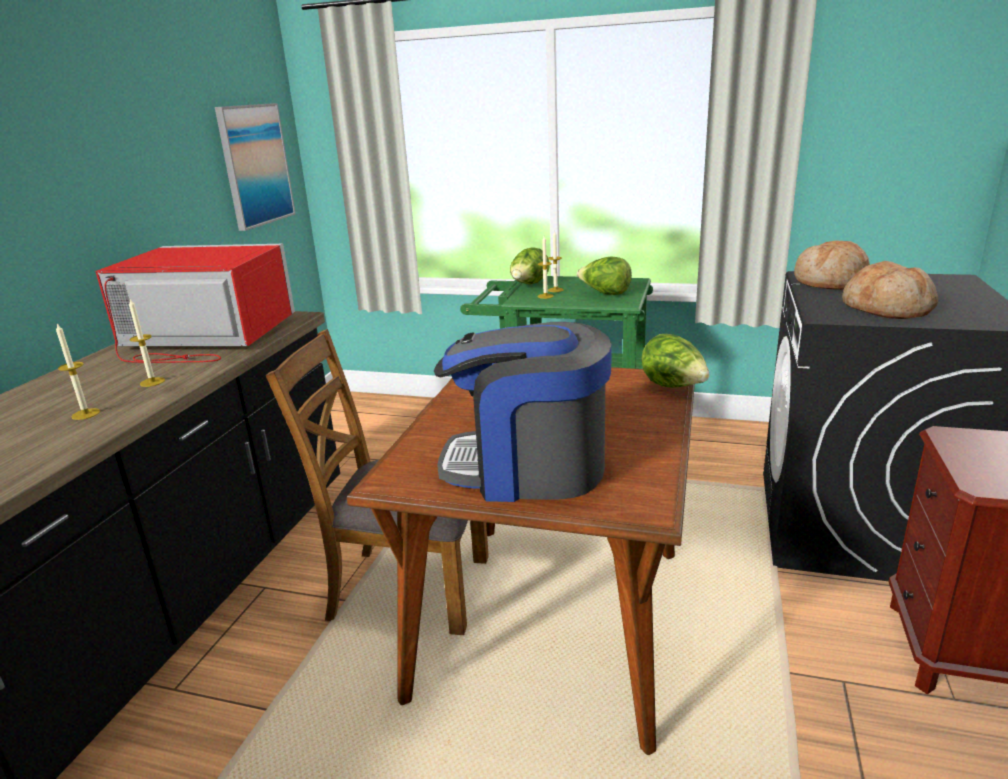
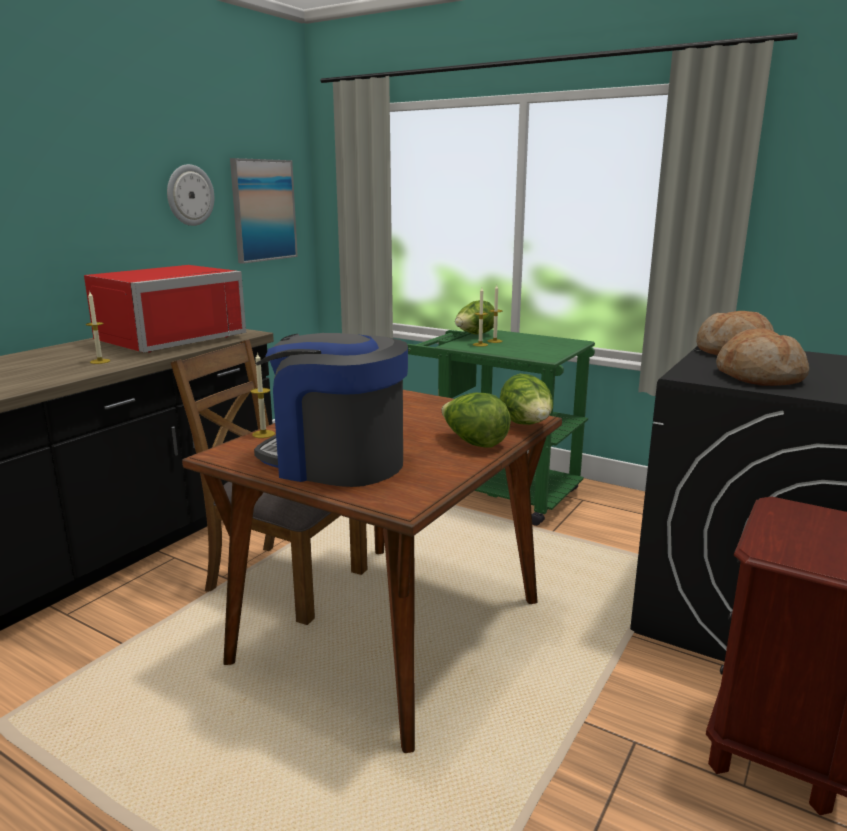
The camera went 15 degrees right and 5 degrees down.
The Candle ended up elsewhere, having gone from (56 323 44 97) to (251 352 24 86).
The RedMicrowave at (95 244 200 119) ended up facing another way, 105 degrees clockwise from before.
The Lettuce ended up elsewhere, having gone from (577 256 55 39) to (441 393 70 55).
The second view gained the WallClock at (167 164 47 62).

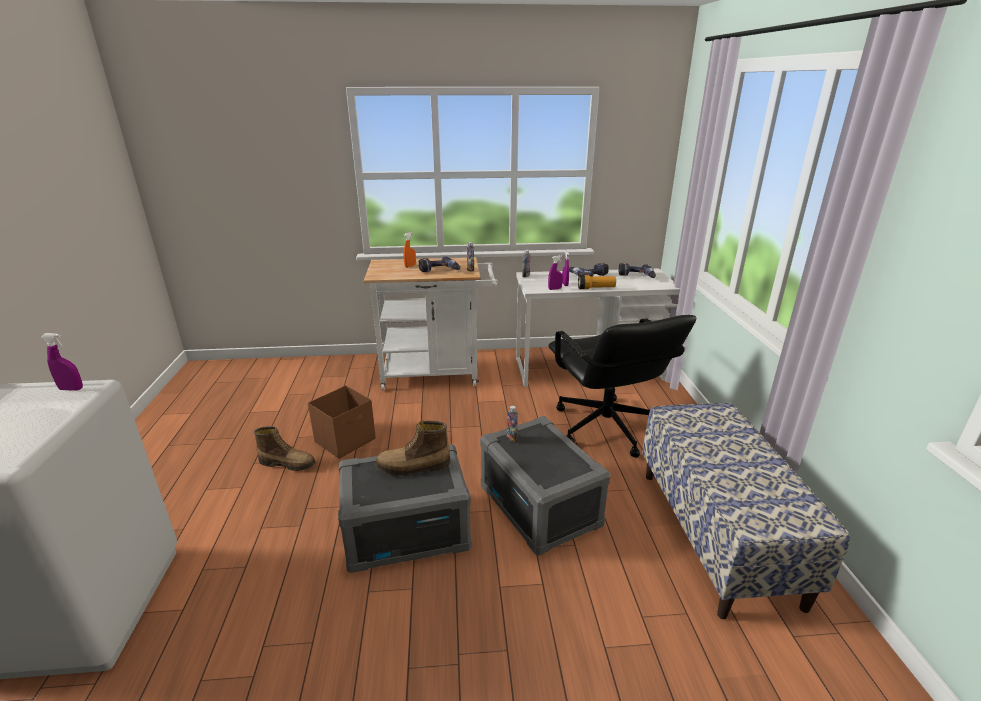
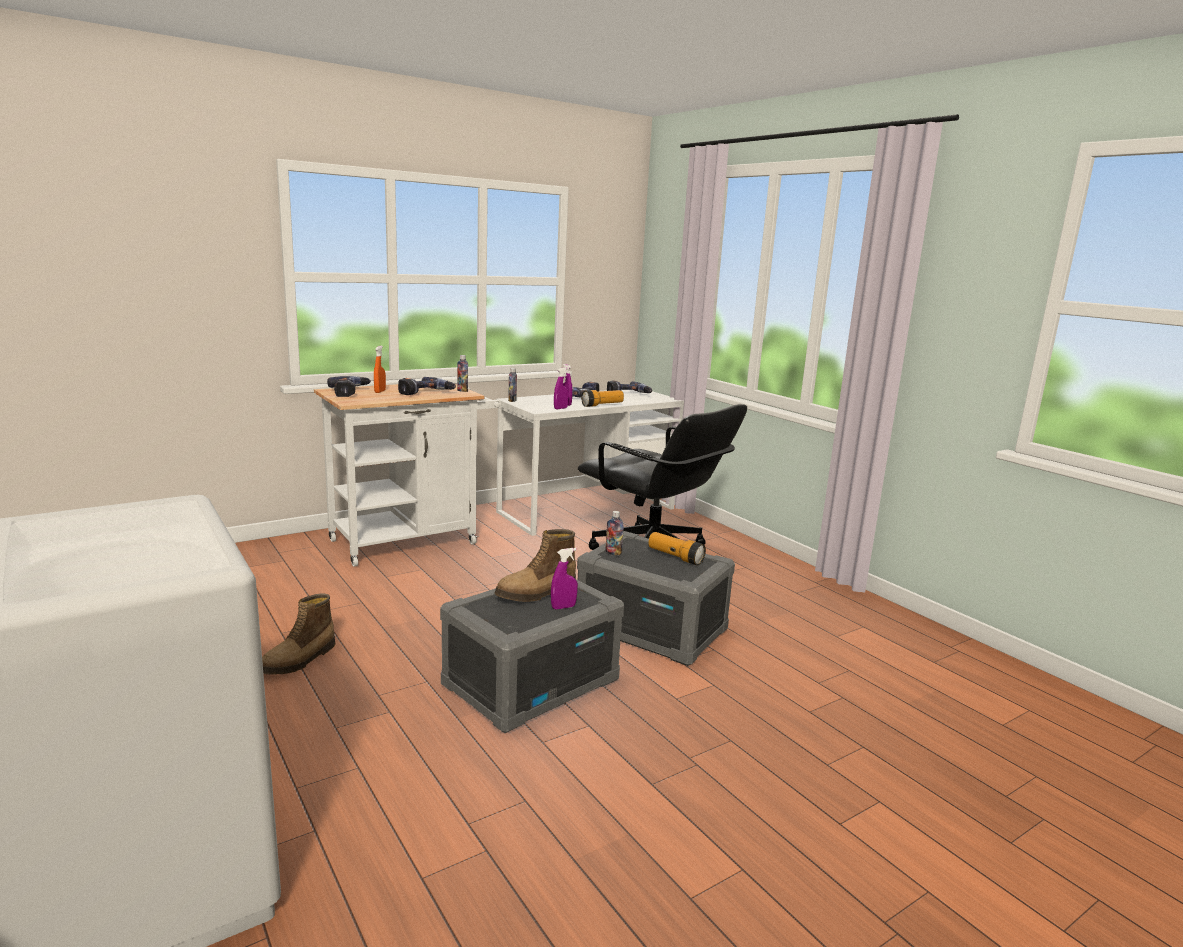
The camera went 30 degrees left and 10 degrees down.
The PurpleSprayBottle ended up elsewhere, having gone from (41 333 42 58) to (551 548 27 61).
The Boot at (253 426 63 45) ended up facing another way, 135 degrees clockwise from before.
The second view lost the BrownStorageBox at (308 386 68 73).
The second view lost the Bench at (642 403 208 216).
The second view gained the PowerDrill at (327 376 44 21).
The second view gained the Flashlight at (648 532 58 33).

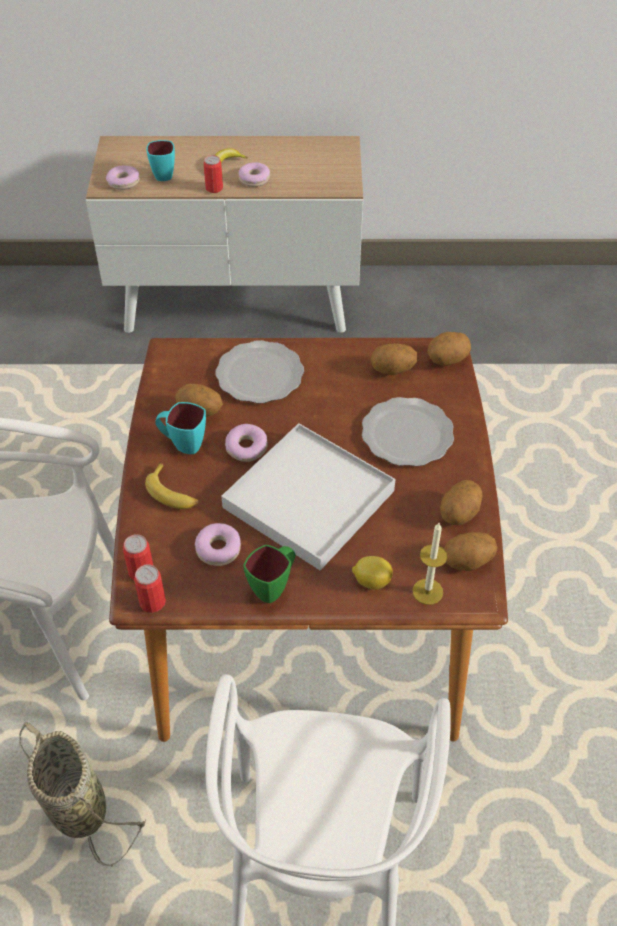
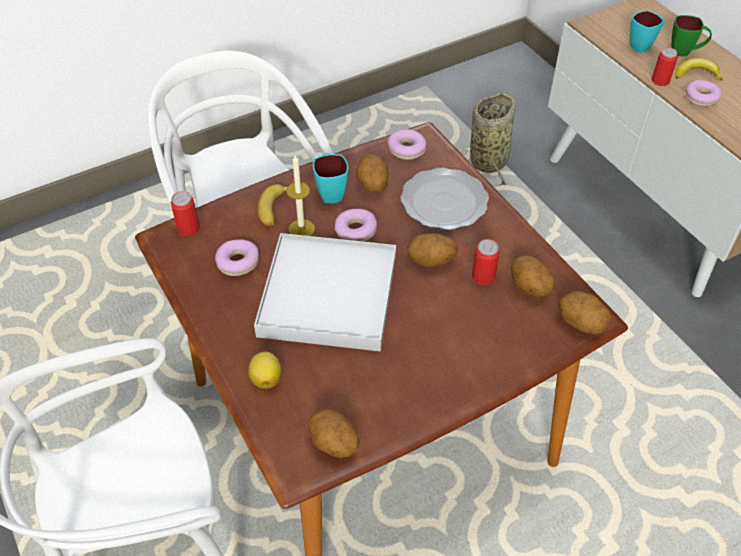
The camera went 60 degrees right and 0 degrees up.
The Basket ended up elsewhere, having gone from (19 722 127 144) to (470 93 46 94).
The Donut ended up elsewhere, having gone from (106 166 33 24) to (388 129 39 31).
The Can ended up elsewhere, having gone from (134 564 32 49) to (472 239 28 46).
The GreenMug ended up elsewhere, having gone from (243 545 52 58) to (671 15 41 41).
The second view lost the Plate at (362 397 92 69).
The Candle ended up elsewhere, having gone from (412 523 35 82) to (286 155 29 81).
The Potato ended up elsewhere, having gone from (440 480 43 45) to (408 233 50 34).

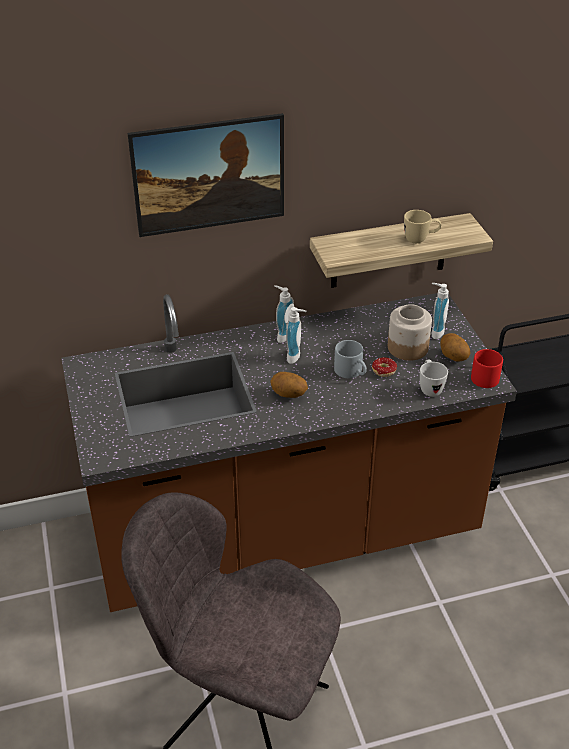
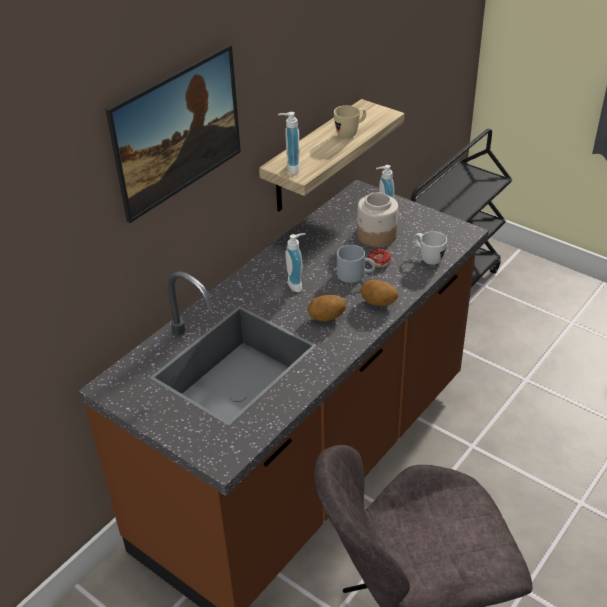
The camera went 35 degrees left and 0 degrees up.
The SoapDispenser ended up elsewhere, having gone from (274 285 20 58) to (278 112 22 62).
The Potato ended up elsewhere, having gone from (440 333 31 28) to (361 280 37 26).
The second view lost the RedMug at (471 349 32 39).

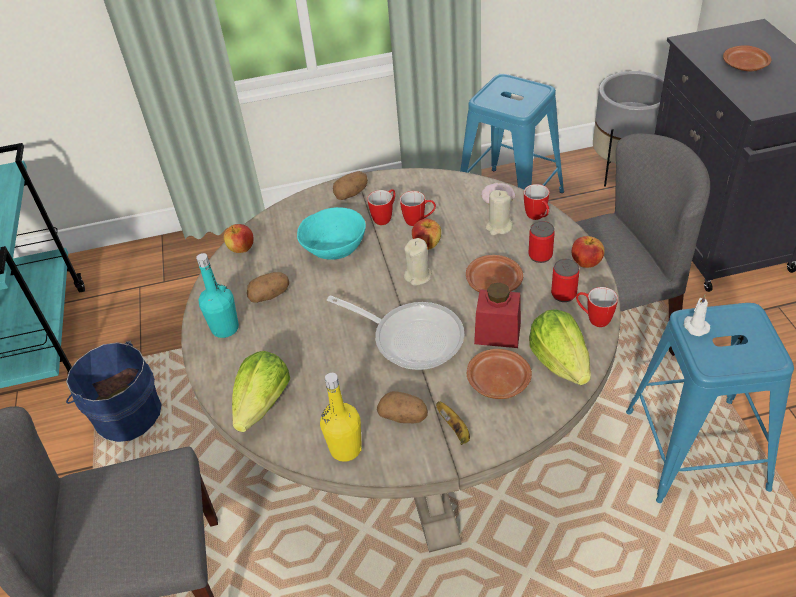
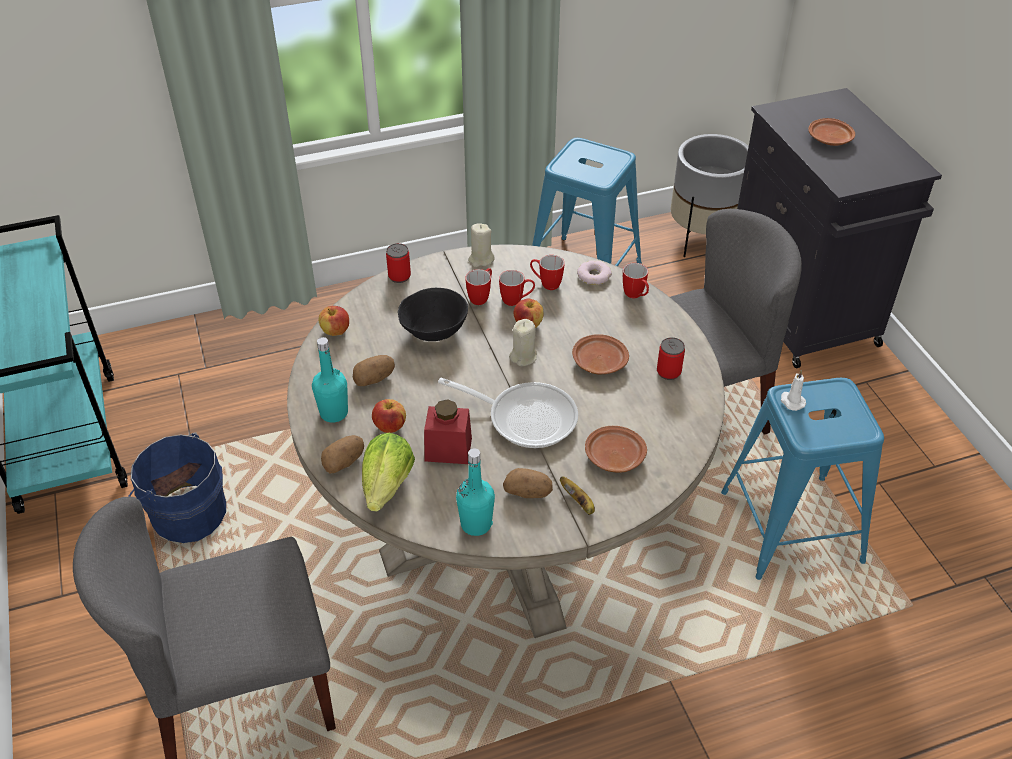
The camera went 10 degrees left and 0 degrees up.
What was the TurquoiseBowl at (297 207 69 53) turned into the BlackBowl at (398 288 70 53).
What was the YellowBottle at (320 373 42 89) turned into the TurquoiseBottle at (456 448 39 88).
The Potato ended up elsewhere, having gone from (333 171 35 29) to (321 435 43 38).
The RedJar ended up elsewhere, having gone from (474 282 47 66) to (424 399 48 65).
The BeigeCandle ended up elsewhere, having gone from (485 190 28 46) to (468 223 27 44).
The Can ended up elsewhere, having gone from (528 221 27 42) to (386 243 25 40).
The second view lost the Lettuce at (529 309 62 76).
The Apple ended up elsewhere, having gone from (572 236 33 32) to (372 399 34 34).
The Mug ended up elsewhere, having gone from (576 287 42 40) to (530 255 35 35).

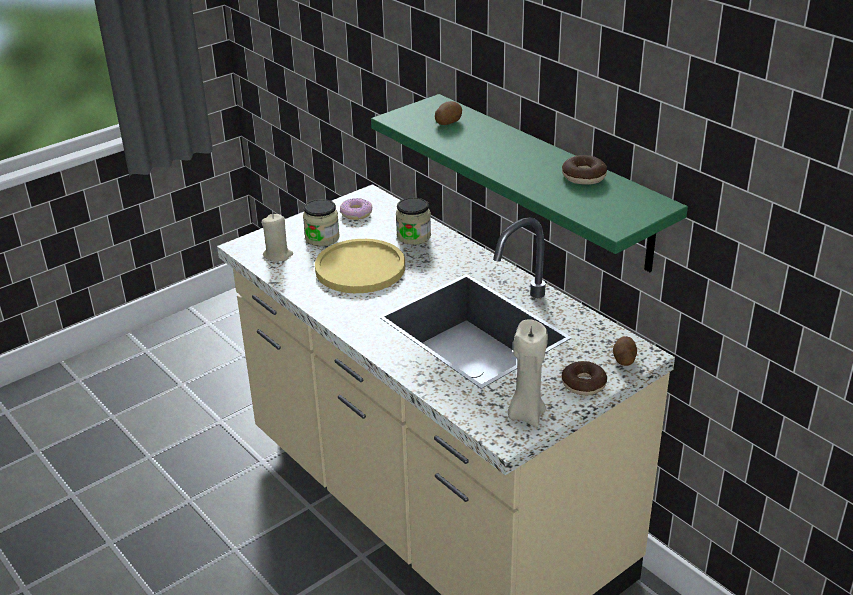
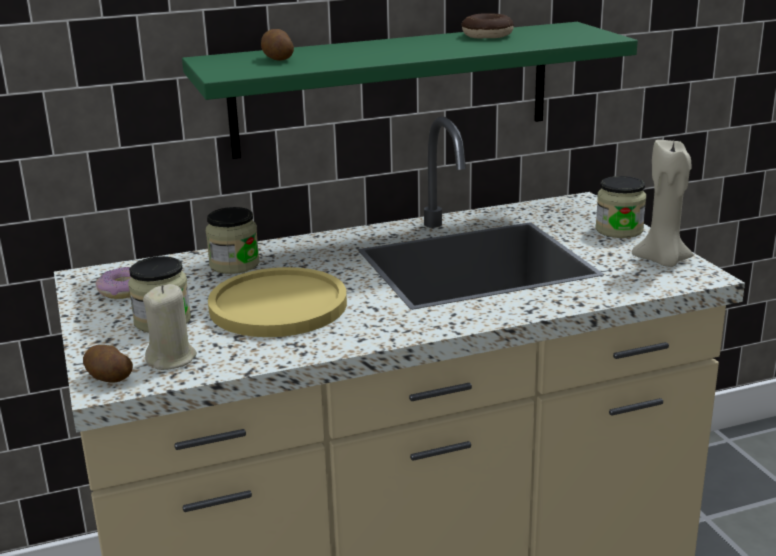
The camera went 70 degrees left and 10 degrees down.
Where the Donut stood at (562 361 45 35), the Jar came to stand at (595 176 51 62).
The Potato ended up elsewhere, having gone from (613 336 24 30) to (83 345 50 38).

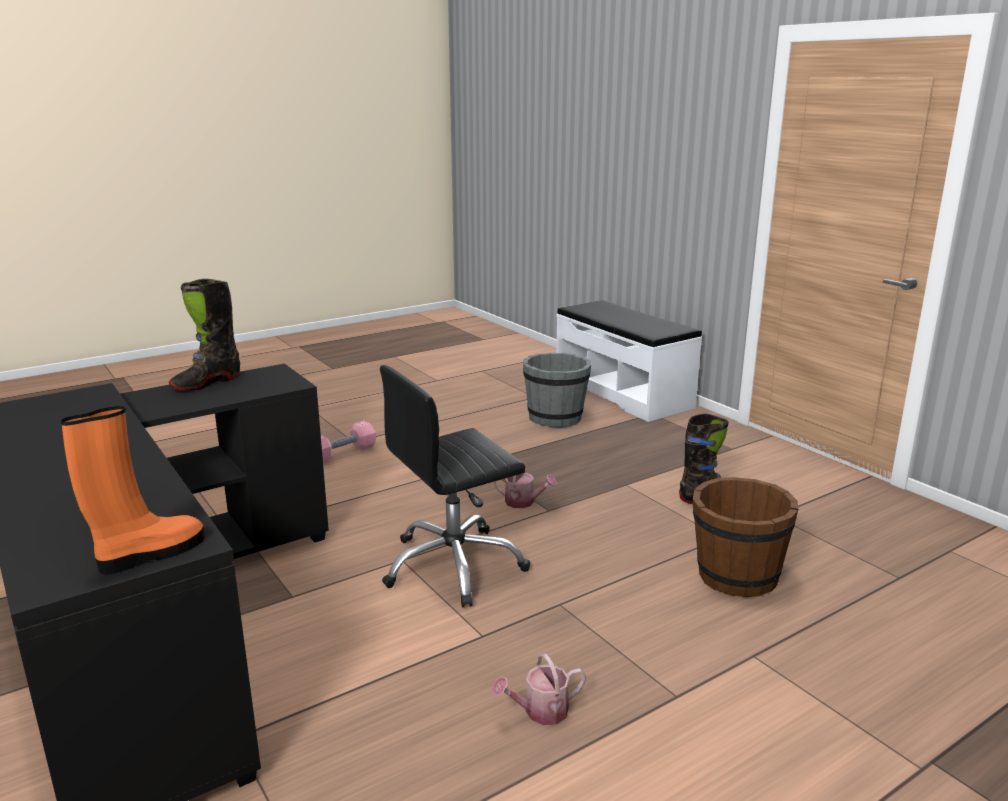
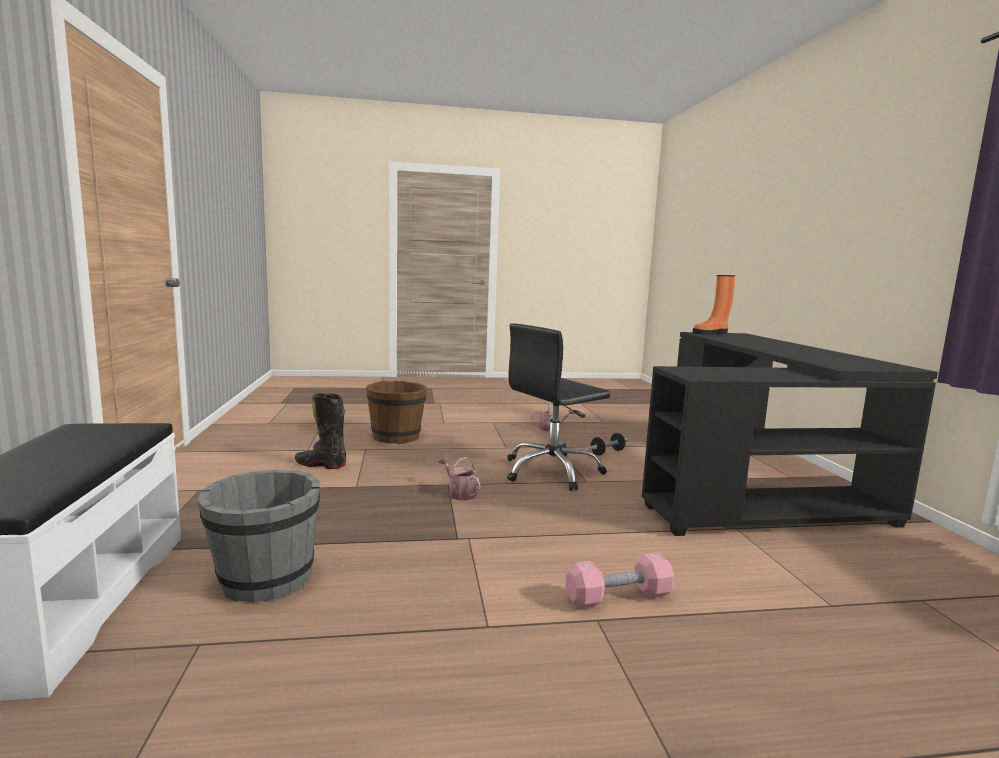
The camera went 155 degrees left and 10 degrees down.
The second view lost the BlackBoot at (169 279 71 112).
The BlackOfficeChair at (380 365 150 242) ended up facing another way, 150 degrees clockwise from before.
The second view gained the Dumbbell at (586 433 43 23).

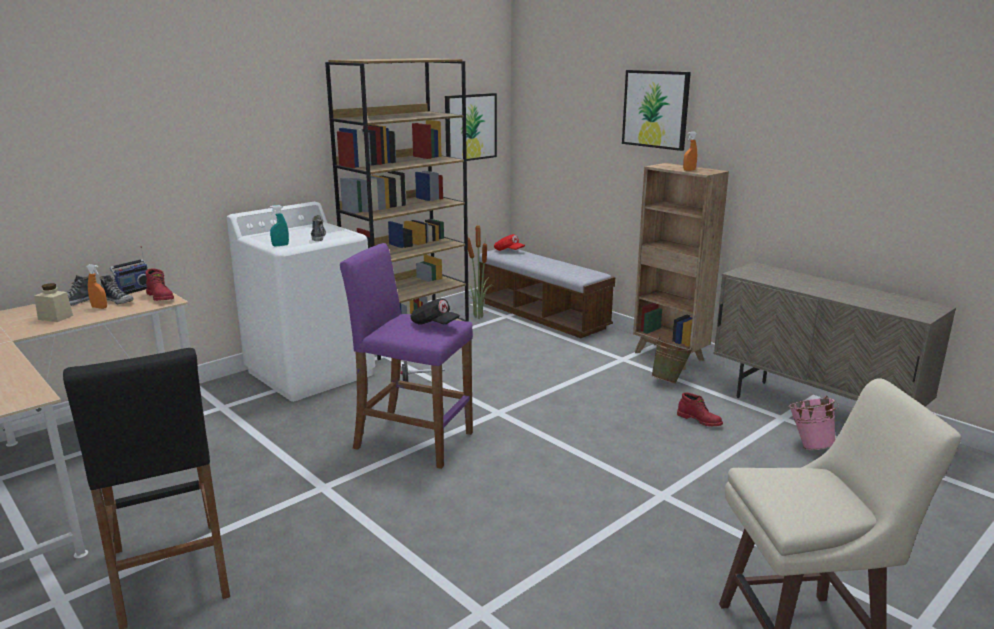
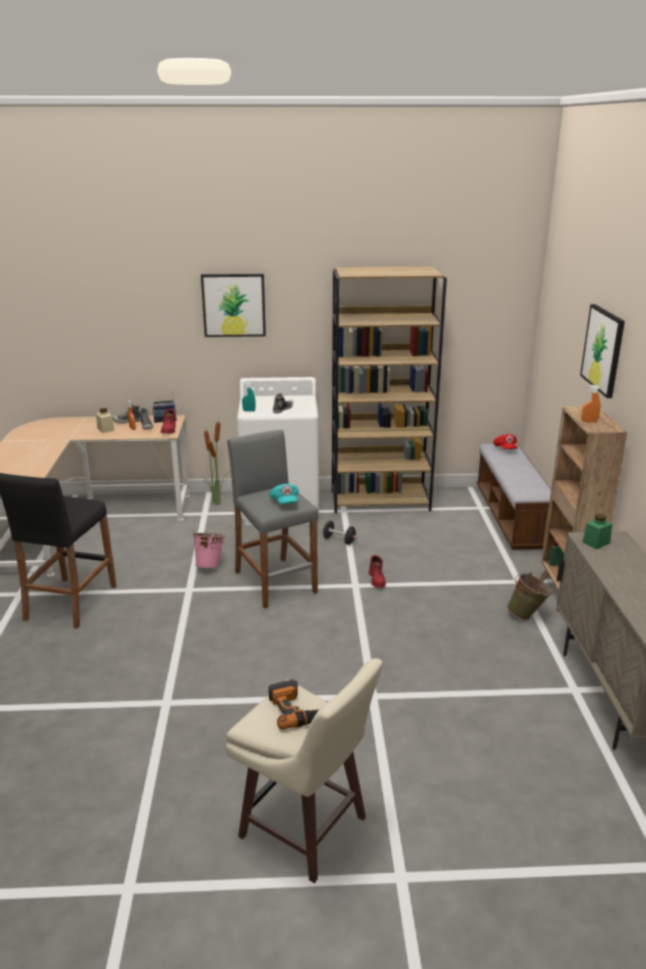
The camera went 40 degrees right and 5 degrees up.
What was the PurpleStool at (340 243 133 226) turned into the GreyStool at (227 430 91 179).
What was the BlackCap at (410 298 50 27) turned into the TurquoiseCap at (269 484 30 21).
The Picture ended up elsewhere, having gone from (445 93 52 68) to (201 274 65 63).
The PottedPlant ended up elsewhere, having gone from (468 225 25 94) to (203 418 28 88).
The RedBoot ended up elsewhere, having gone from (677 393 46 33) to (369 555 17 33).
The PinkBucket ended up elsewhere, having gone from (789 396 50 54) to (191 531 35 37).
The second view gained the PowerDrill at (269 679 50 51).
The second view gained the GreenJar at (582 514 30 35).

